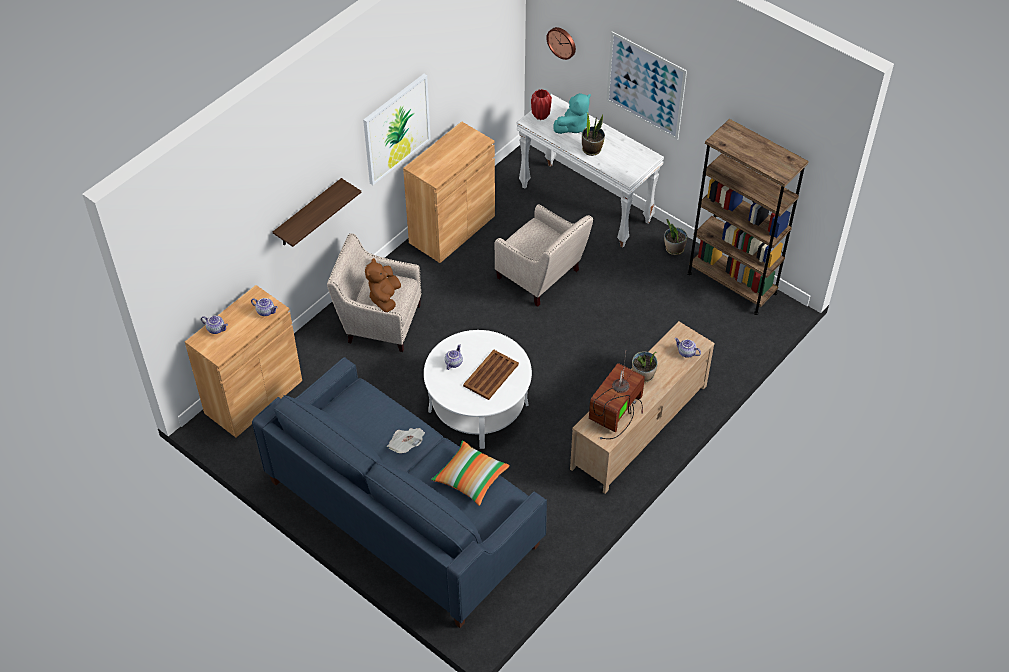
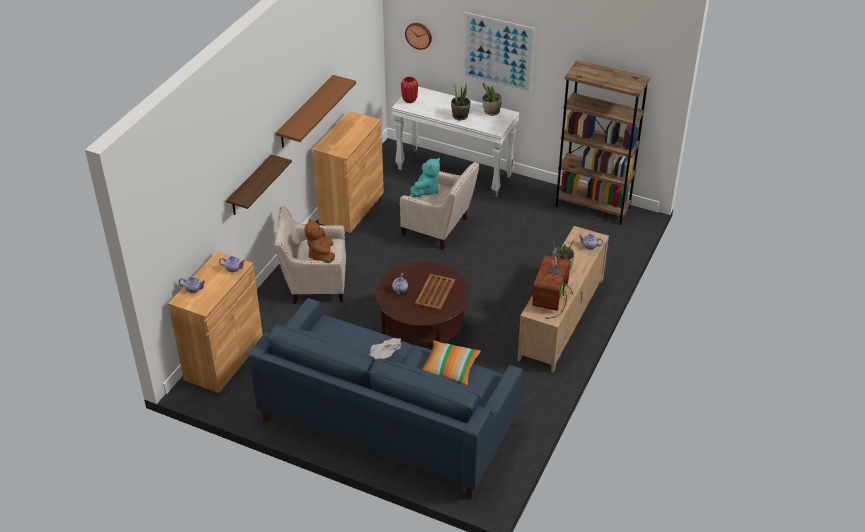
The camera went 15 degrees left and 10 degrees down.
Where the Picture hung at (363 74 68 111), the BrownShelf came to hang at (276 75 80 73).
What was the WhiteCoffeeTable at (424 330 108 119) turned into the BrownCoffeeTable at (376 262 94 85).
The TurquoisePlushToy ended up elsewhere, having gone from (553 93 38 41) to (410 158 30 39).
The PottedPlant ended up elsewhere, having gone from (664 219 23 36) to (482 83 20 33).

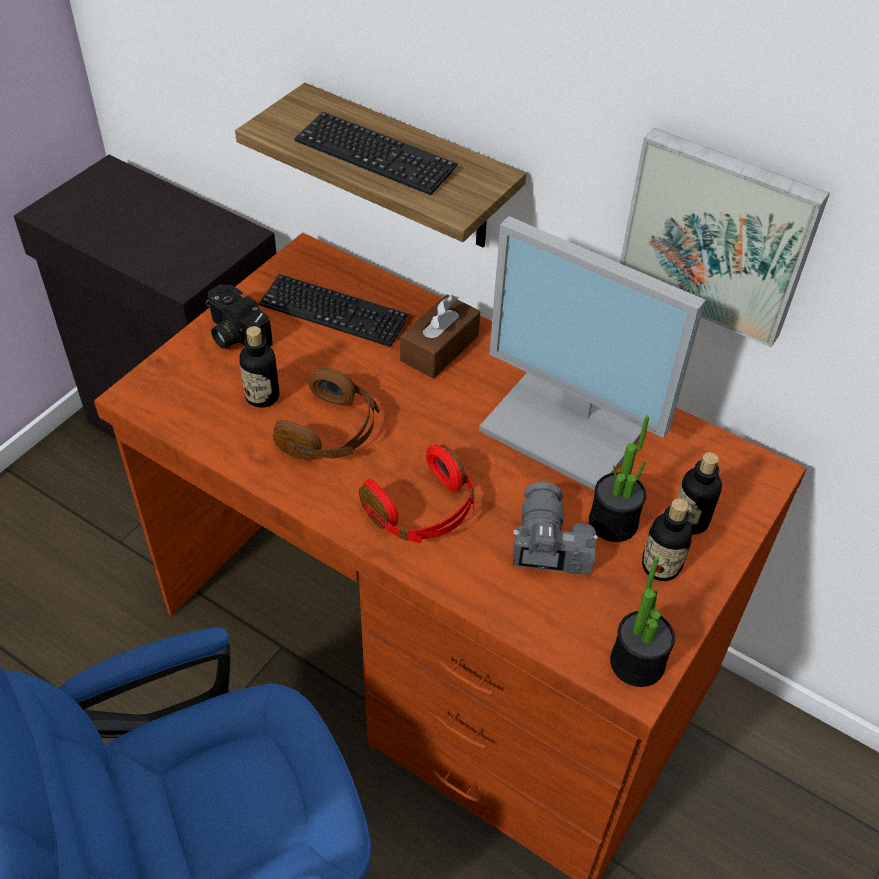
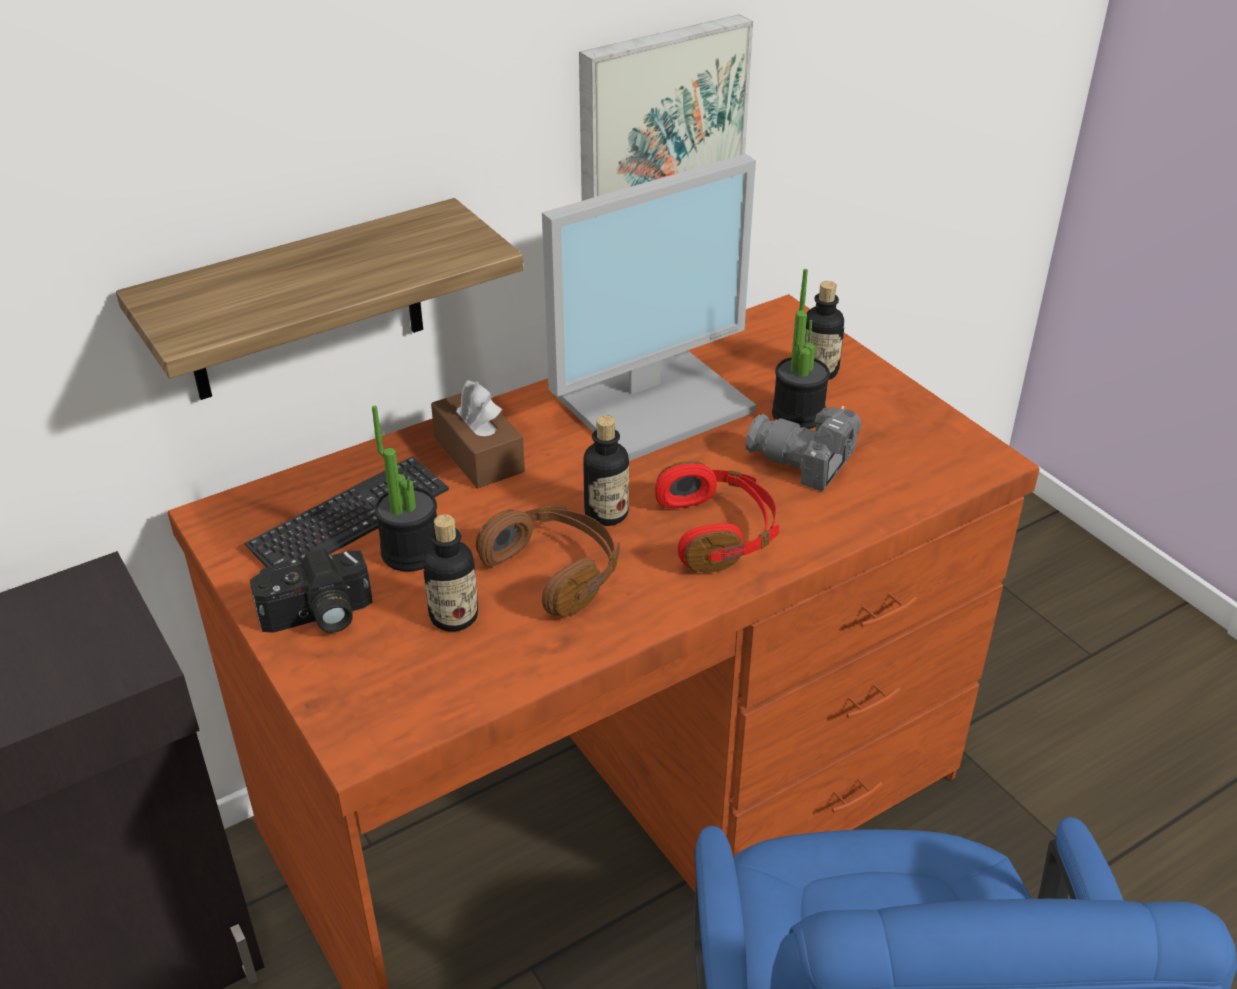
The camera went 65 degrees left and 10 degrees down.
The second view lost the Keyboard at (294 112 164 83).
The PottedPlant ended up elsewhere, having gone from (610 556 65 131) to (372 406 65 166).
The Bottle ended up elsewhere, having gone from (642 498 51 83) to (583 415 46 111).

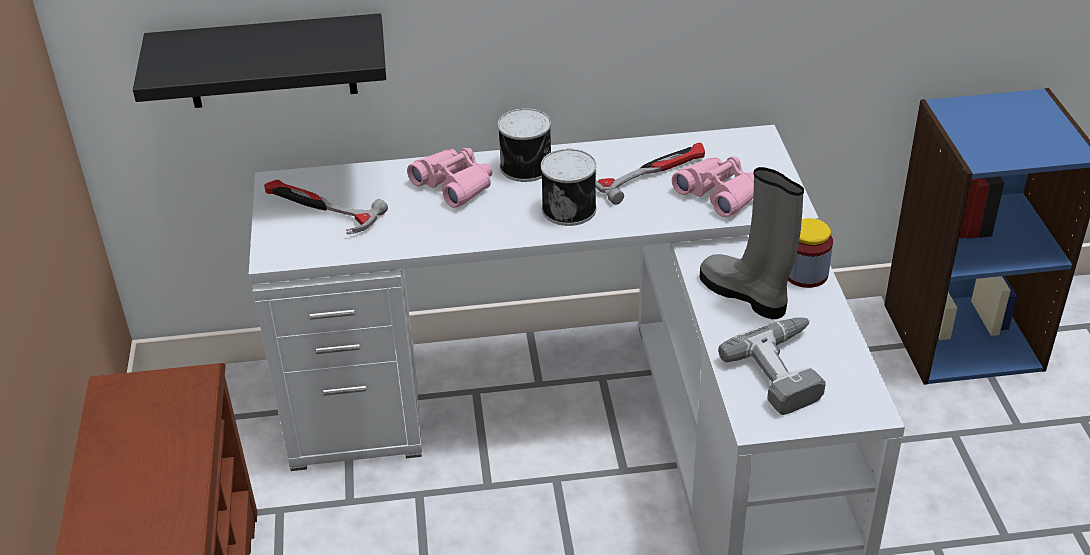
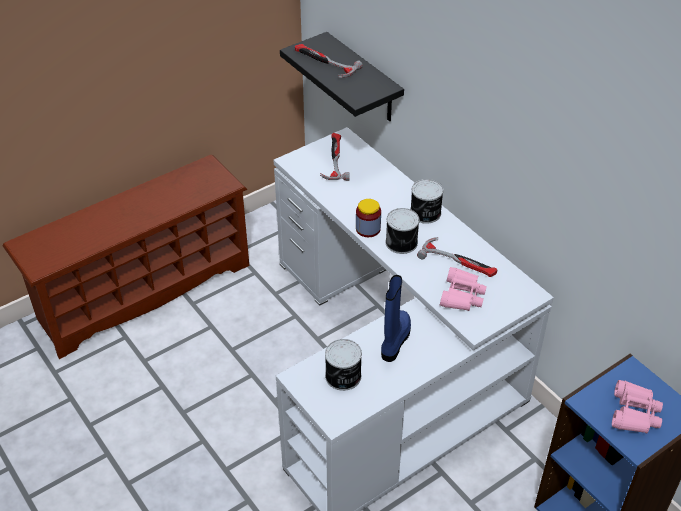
The camera went 60 degrees right and 5 degrees up.
The PinkBinoculars ended up elsewhere, having gone from (407 148 85 60) to (612 380 51 53).
What was the GreyBoot at (700 167 104 152) turned into the BlueBoot at (381 275 30 87).
Where the PowerDrill stood at (718 318 108 97), the Can came to stand at (325 339 37 52).
The Jar ended up elsewhere, having gone from (788 218 45 70) to (356 199 25 38).
The second view gained the Hammer at (295 44 68 34).

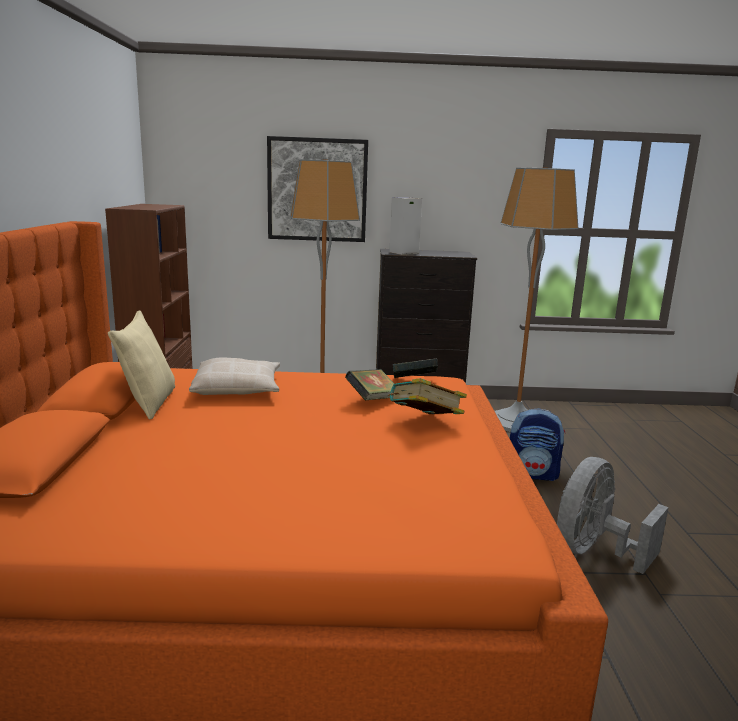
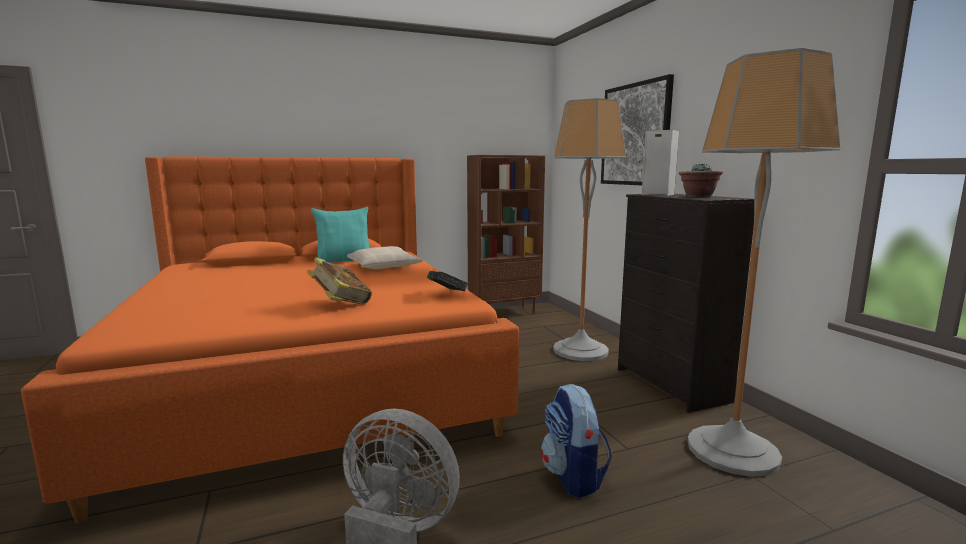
The camera went 70 degrees right and 5 degrees down.
What was the BeigePillow at (108 310 67 110) turned into the TurquoisePillow at (311 207 59 57).
The second view lost the Book at (345 369 49 31).
The second view gained the PottedPlant at (679 163 44 34).

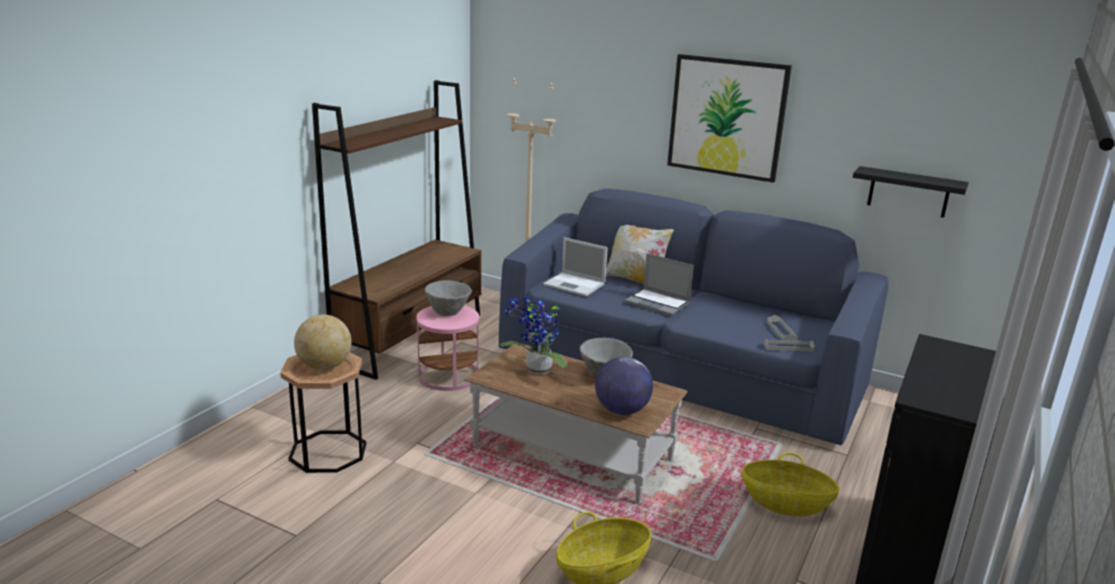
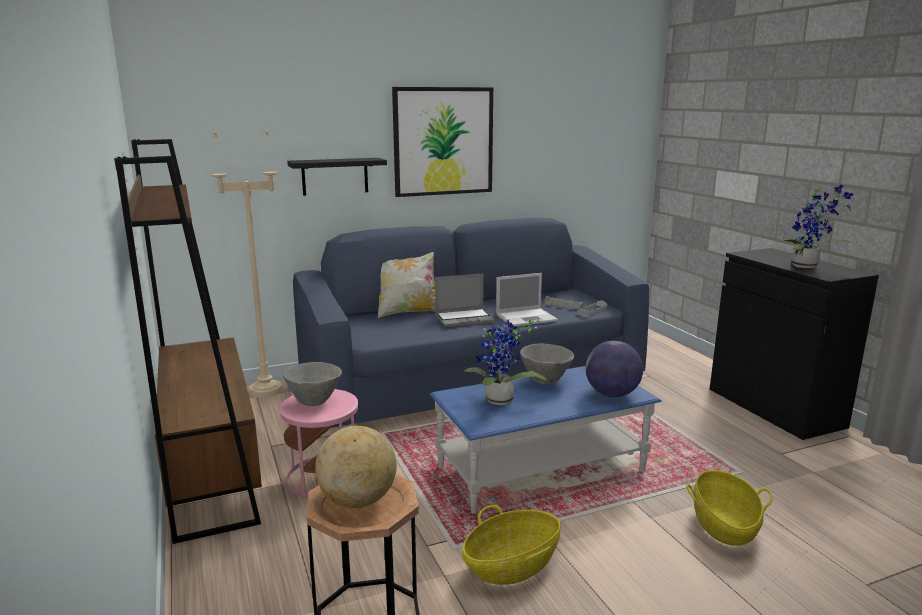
The camera went 50 degrees left and 5 degrees down.
What was the BrownCoffeeTable at (464 344 224 160) turned into the BlueCoffeeTable at (429 366 233 148).
The Laptop ended up elsewhere, having gone from (543 237 65 59) to (496 273 62 53).
The Basket ended up elsewhere, having gone from (741 453 98 64) to (462 505 99 80).
The BlackShelf ended up elsewhere, having gone from (853 166 116 52) to (287 158 100 38).
The second view gained the PottedPlant at (783 185 71 83).

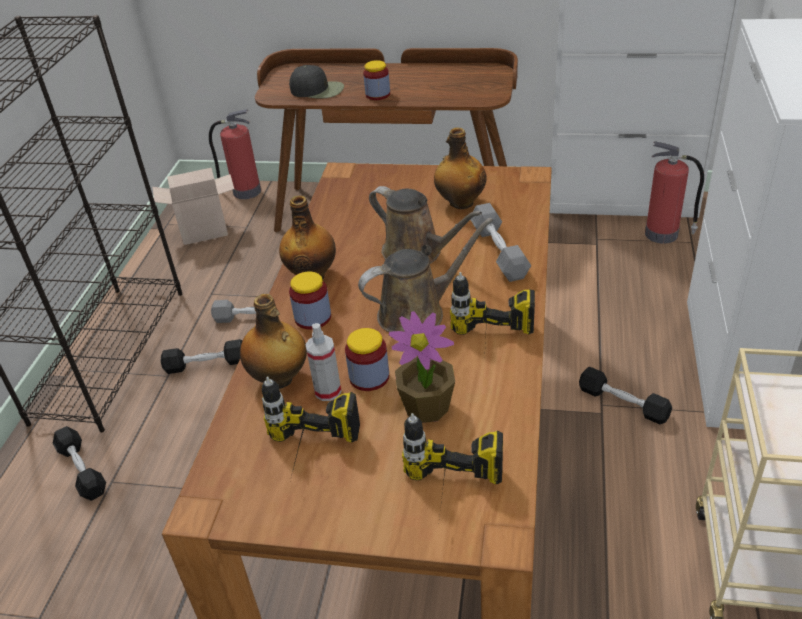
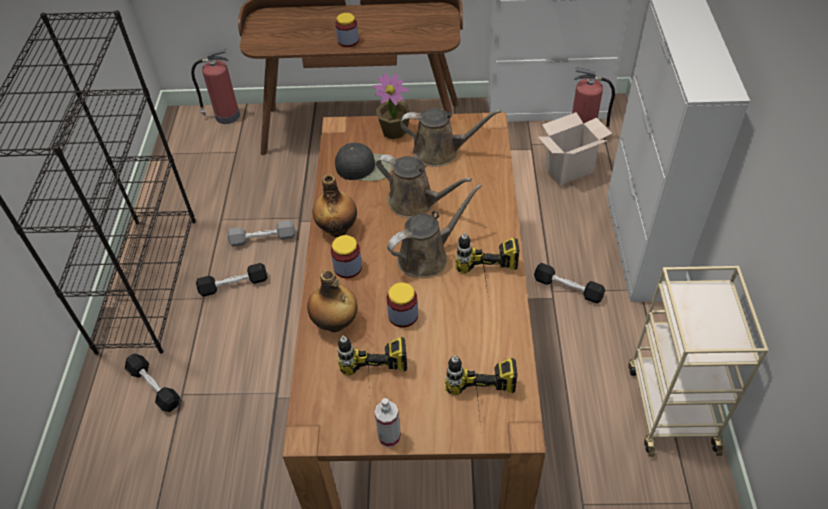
The camera went 10 degrees left and 10 degrees up.
The CardboardBox ended up elsewhere, having gone from (152 168 82 77) to (538 112 74 73).
The BlackCap ended up elsewhere, having gone from (289 65 55 33) to (335 143 57 38).
The SprayBottle ended up elsewhere, having gone from (305 323 37 78) to (374 398 27 49).
The PottedPlant ended up elsewhere, having gone from (389 311 66 112) to (373 73 37 66).
Where the Bottle stood at (434 127 53 82), the BrownWateringCan came to stand at (400 108 101 59).
The second view lost the GreyDumbbell at (470 203 61 79).

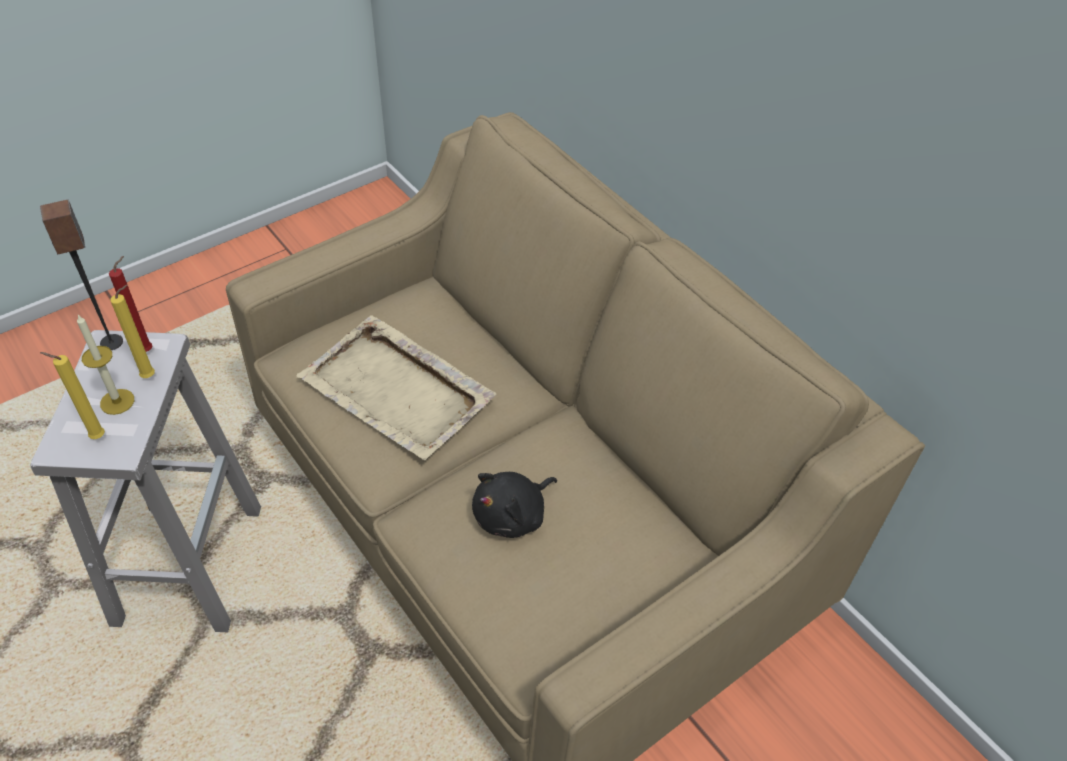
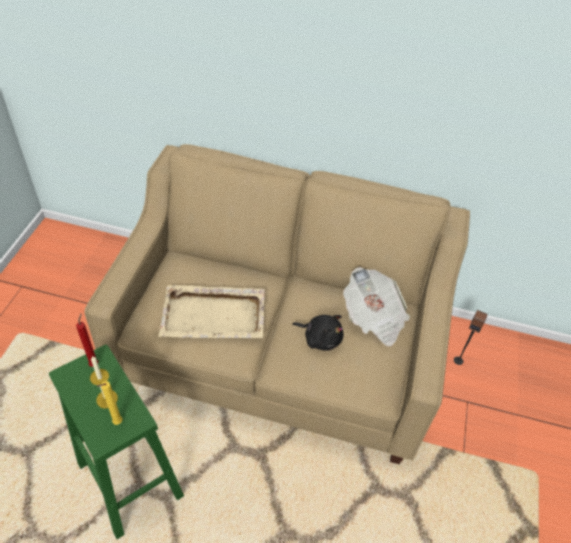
The camera went 40 degrees left and 0 degrees up.
What was the WhiteStool at (30 330 231 302) turned into the GreenStool at (49 345 135 194).
The Speaker ended up elsewhere, having gone from (40 200 83 150) to (454 310 34 55).
The second view lost the YellowCandle at (110 285 45 93).
The BlackPlushToy at (472 472 85 66) ended up facing another way, 75 degrees counterclockwise from before.
The second view gained the Newspaper at (343 267 67 79).

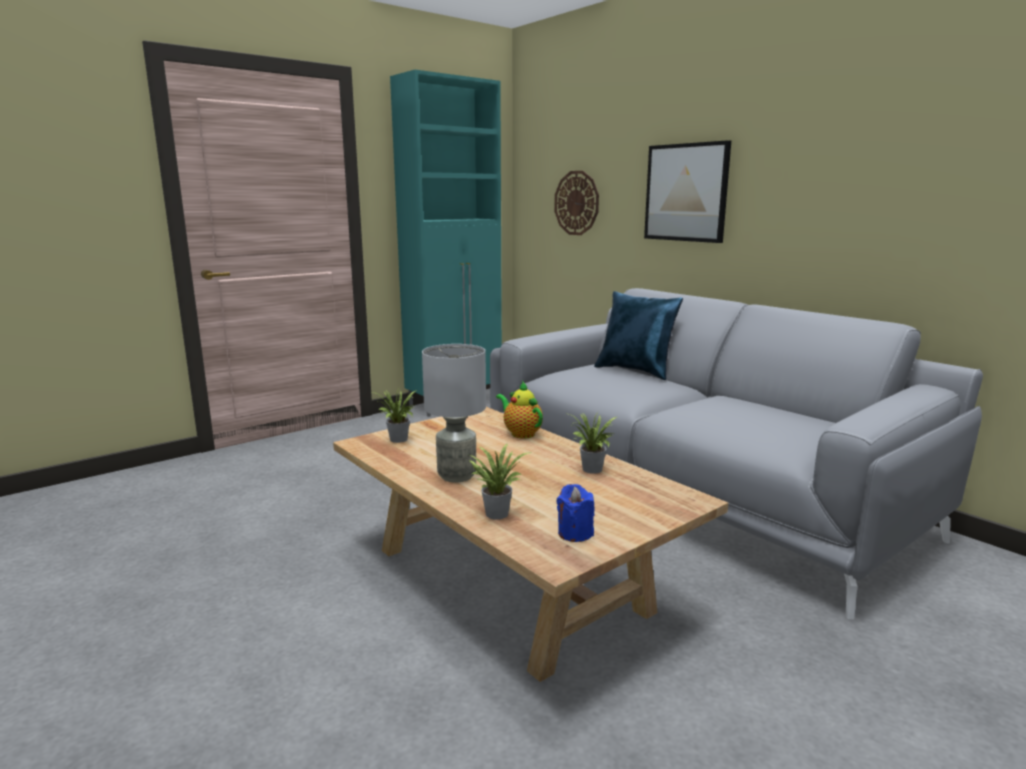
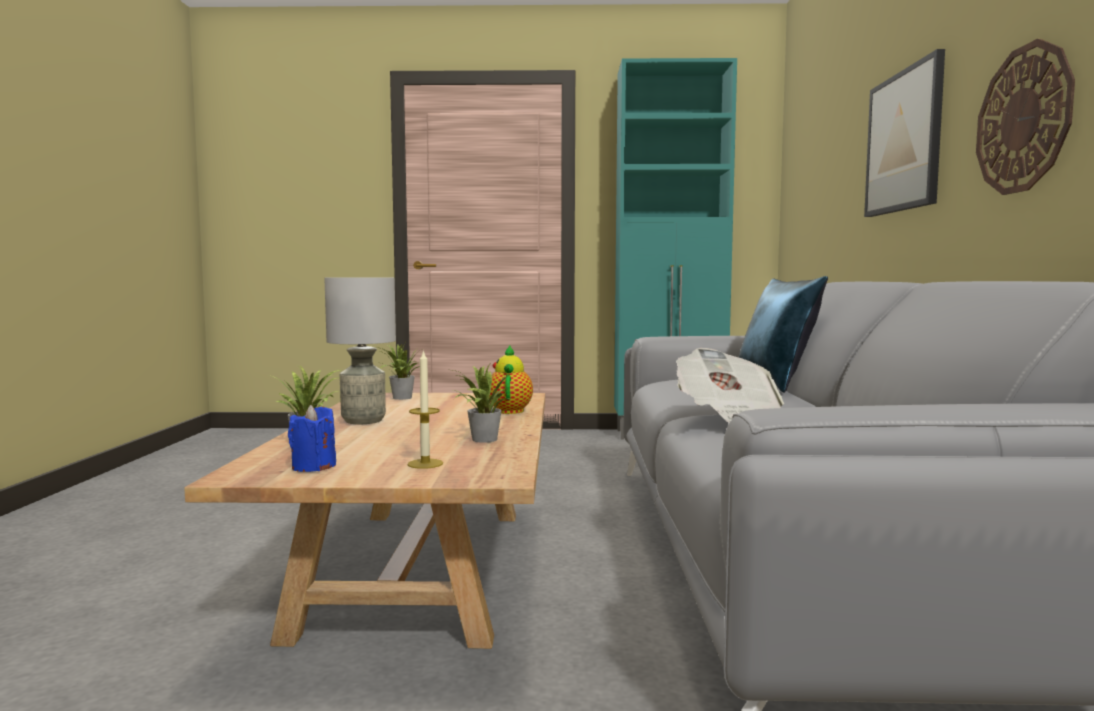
The camera went 40 degrees right and 10 degrees down.
The WallClock ended up elsewhere, having gone from (554 171 45 64) to (976 39 99 156).
The second view gained the Candle at (407 350 36 119).
The second view gained the Newspaper at (676 348 108 75).

